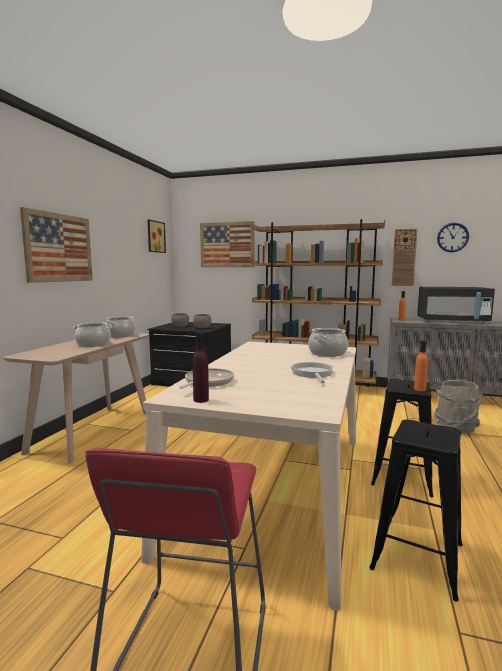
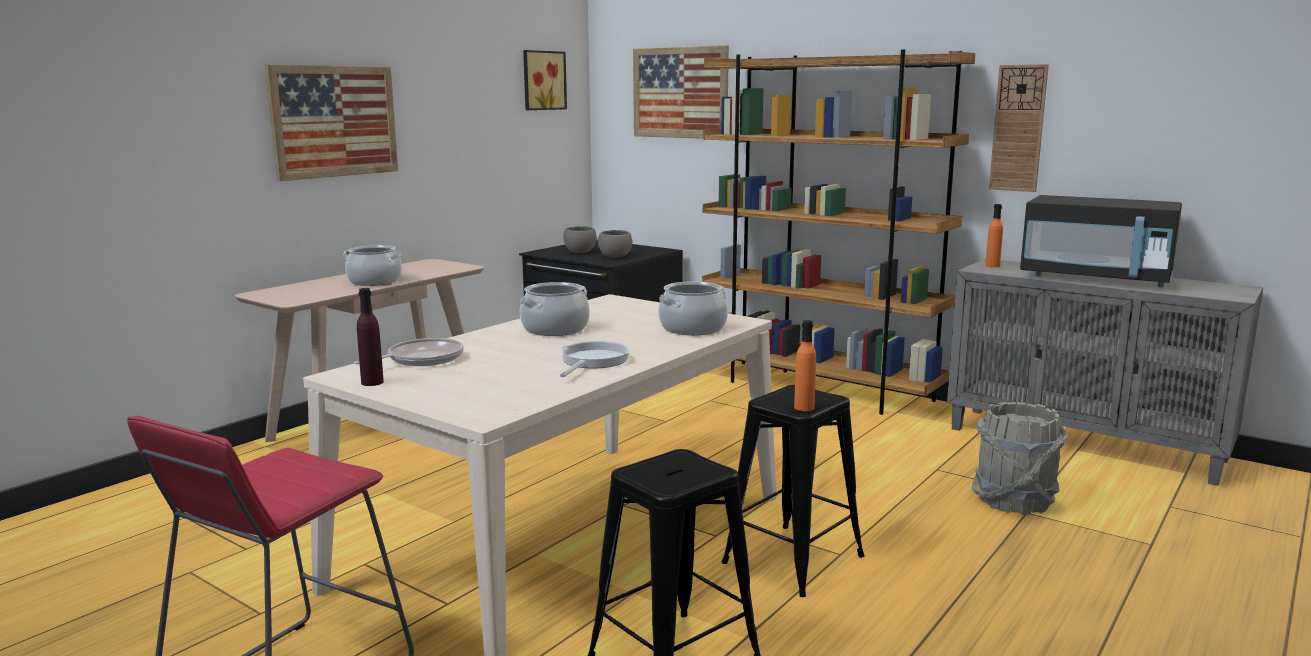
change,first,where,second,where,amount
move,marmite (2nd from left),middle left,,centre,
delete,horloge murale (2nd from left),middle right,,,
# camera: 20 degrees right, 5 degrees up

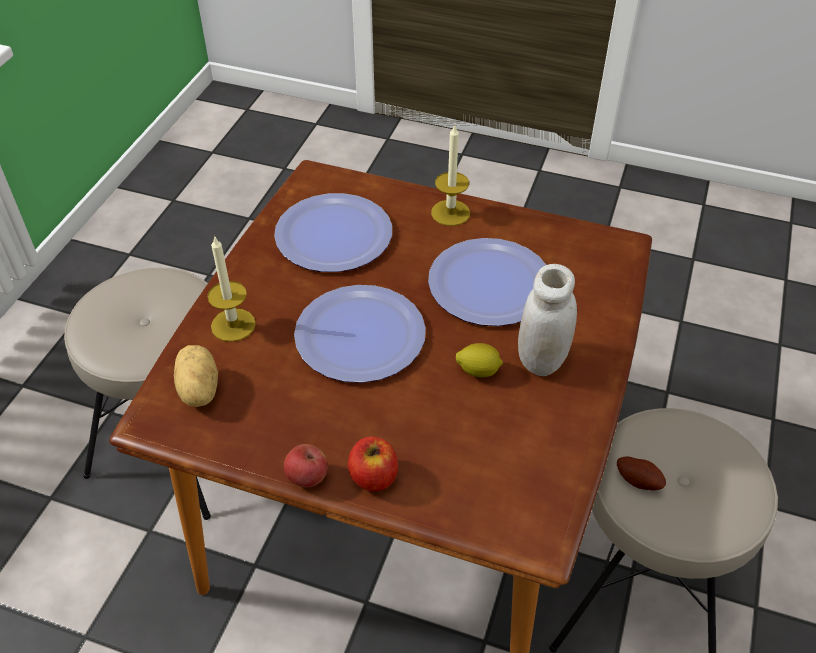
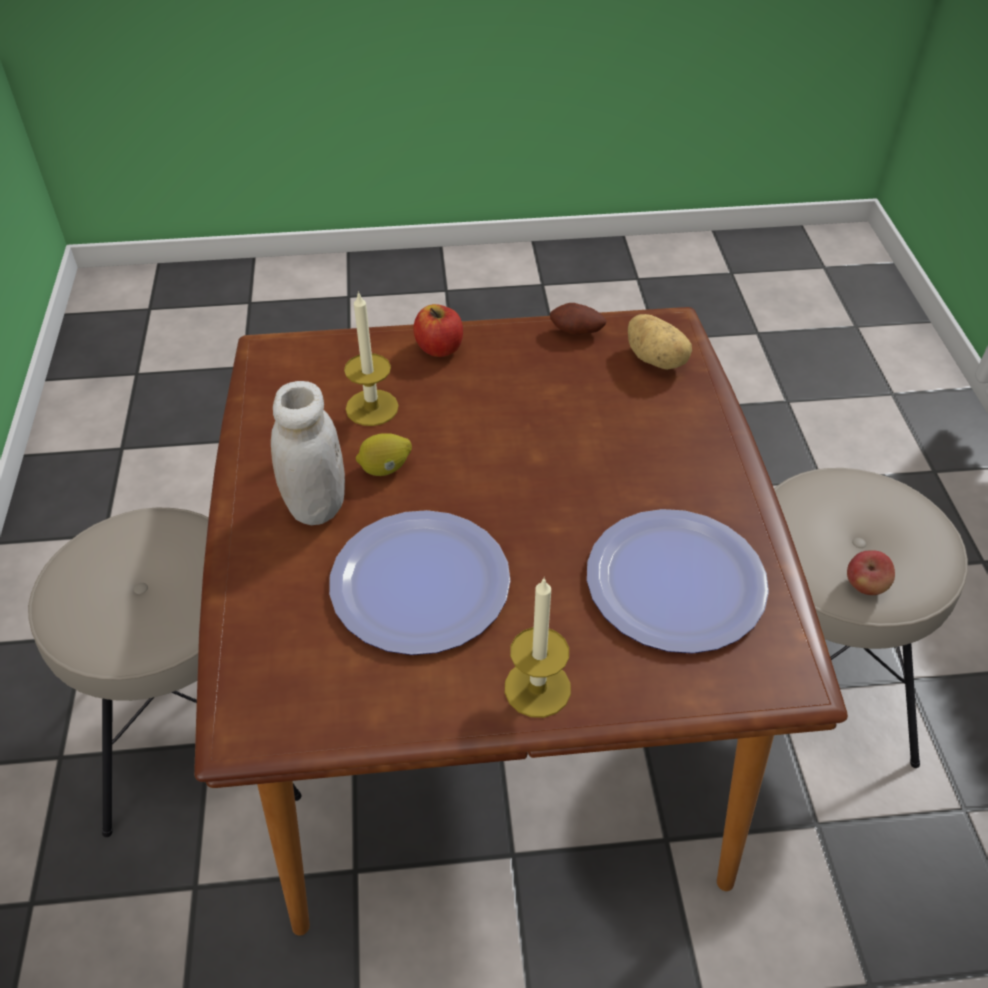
change,first,where,second,where,amount
move,bougie (1st from left),middle left,,centre,
move,pomme de terre (2nd from left in the first image),bottom right,pomme de terre (1st from left),top centre,
move,pomme (1st from left in the first image),bottom centre,pomme (2nd from left),middle right,
delete,assiette (2nd from left),centre,,,
# camera: 155 degrees right, 0 degrees up

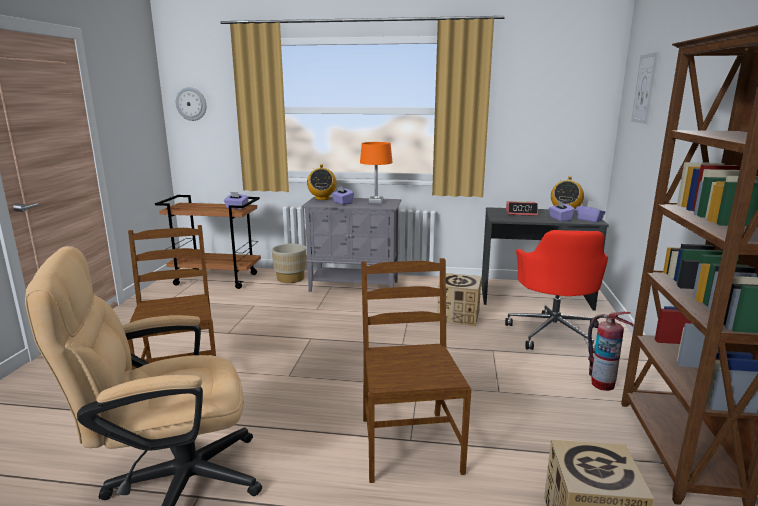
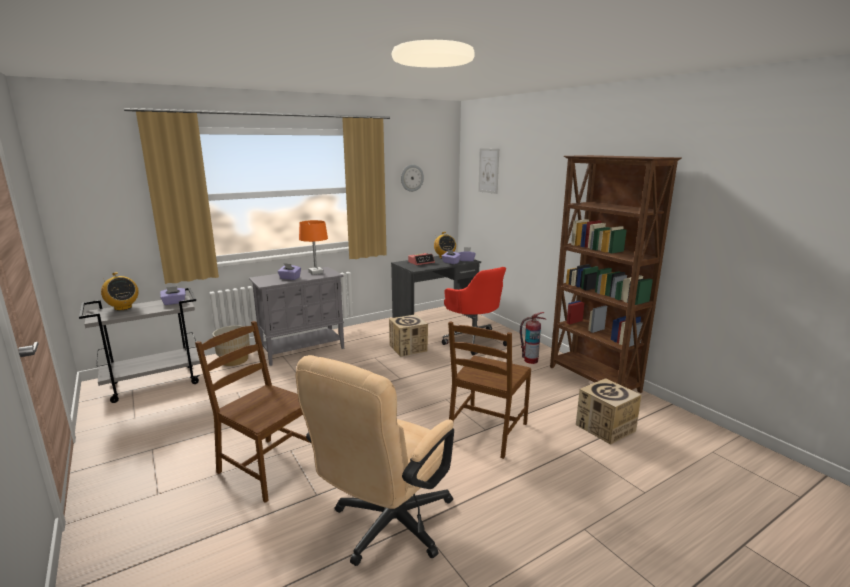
change,first,where,second,where,amount
recolor,chariot/marron,middle left,chariot/gris,middle left,
move,radio (1st from left),centre,,middle left,
move,horloge murale,top left,,top centre,
rotate,chaise/marron (2nd from left),bottom centre,,centre,105 degrees counterclockwise
# camera: 40 degrees left, 0 degrees up

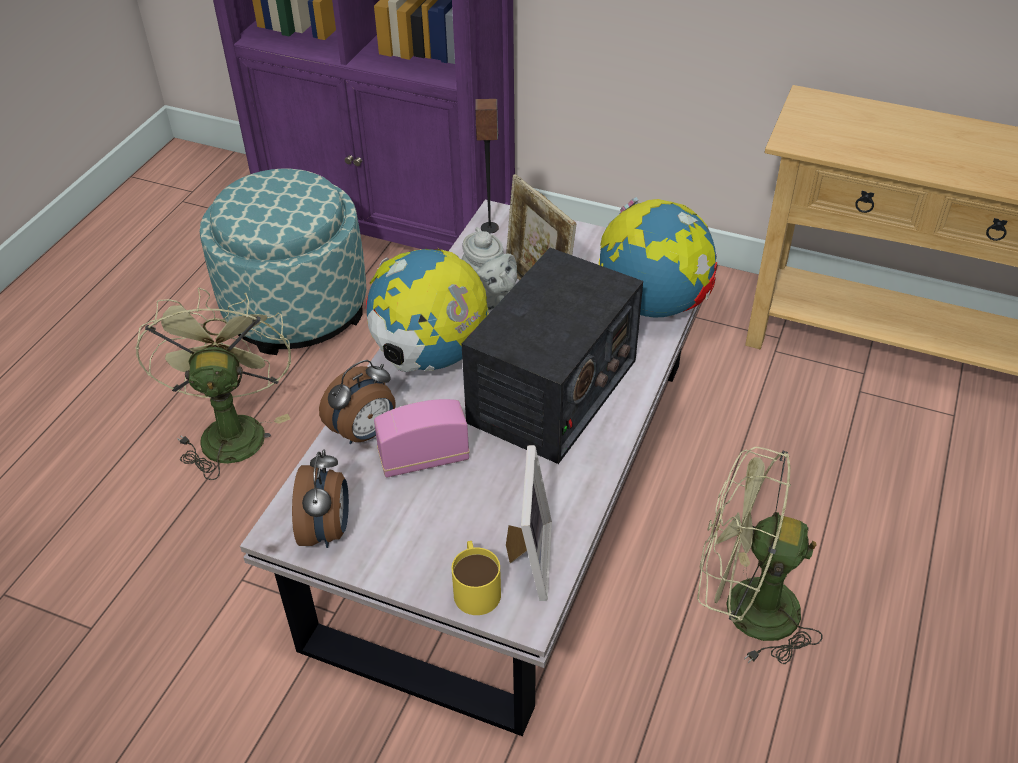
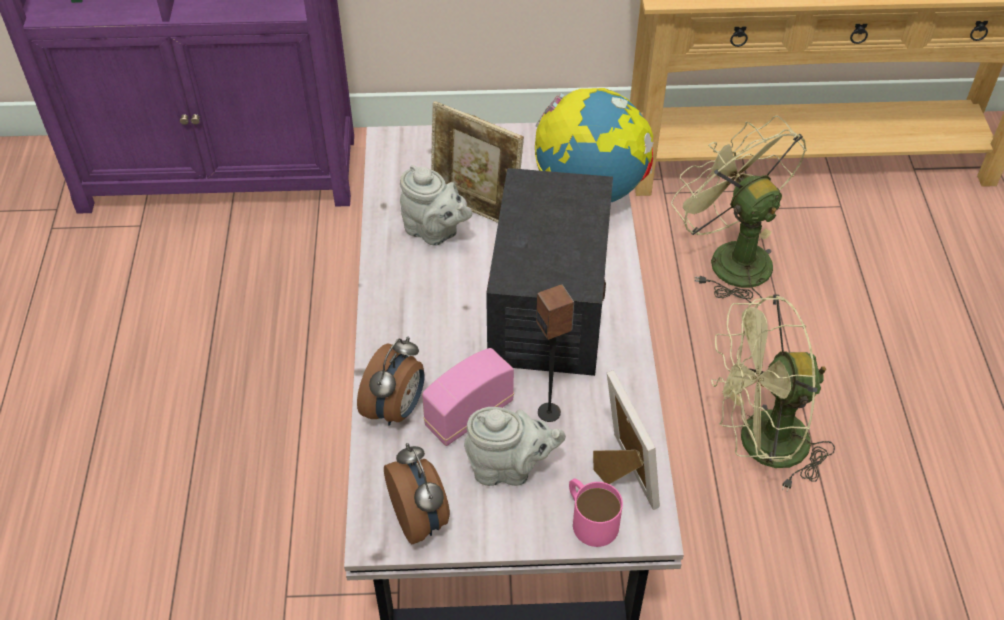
change,first,where,second,where,amount
insert,,,théière/gris (2nd from left),bottom centre,
move,enceinte,top centre,,centre,
recolor,mug/jaune,bottom centre,mug/rose,bottom centre,
move,ventilateur/vert (1st from left),middle left,,middle right,
delete,pouf,middle left,,,
delete,globe (1st from left),centre,,,
# camera: 25 degrees left, 5 degrees up

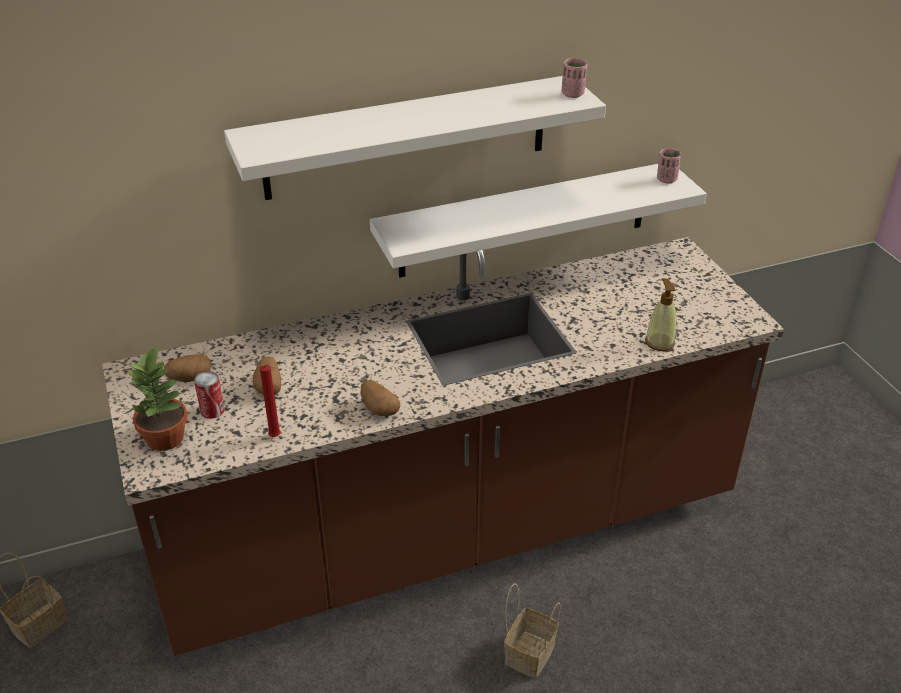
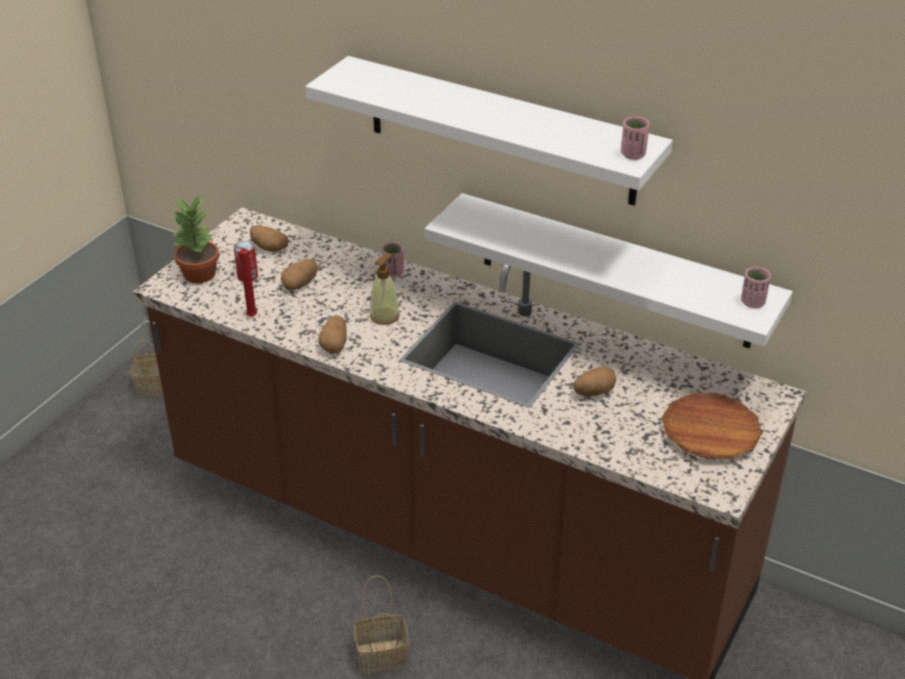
change,first,where,second,where,amount
move,distributeur de savon,middle right,,centre,
insert,,,tasse/rose (1st from left),centre,
insert,,,pomme de terre (4th from left),centre,
insert,,,assiette/marron,middle right,
# camera: 50 degrees right, 0 degrees up

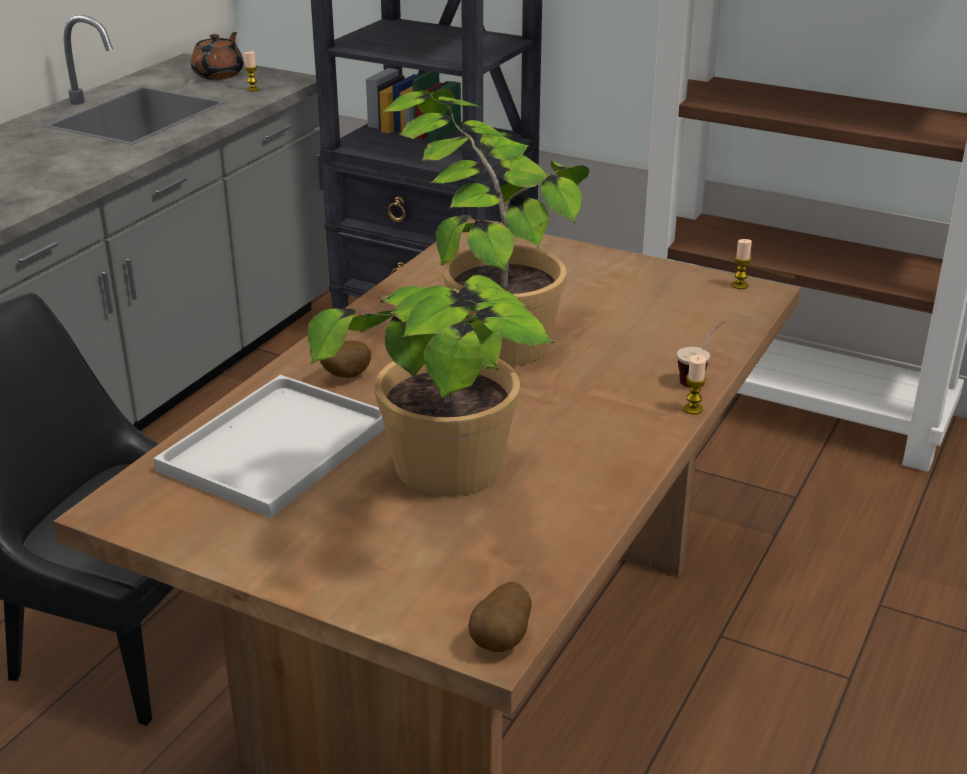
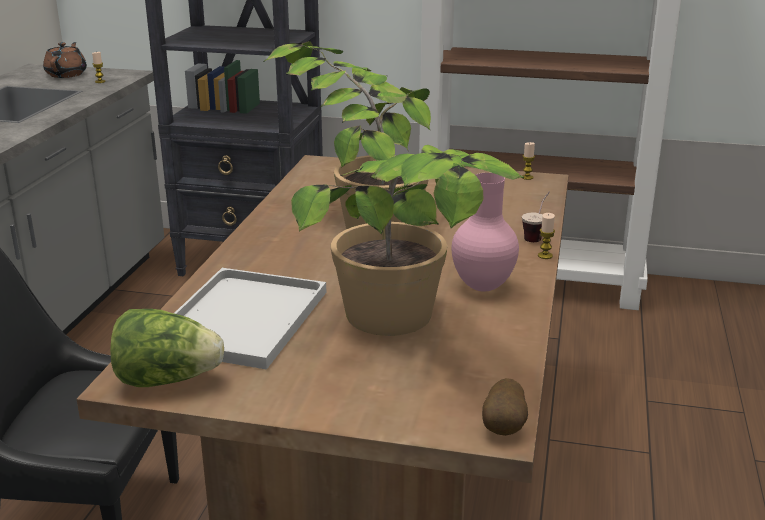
change,first,where,second,where,amount
insert,,,laitue,bottom left,
insert,,,vase/rose,centre,
delete,pomme de terre (1st from left),centre,,,
# camera: 15 degrees left, 5 degrees down

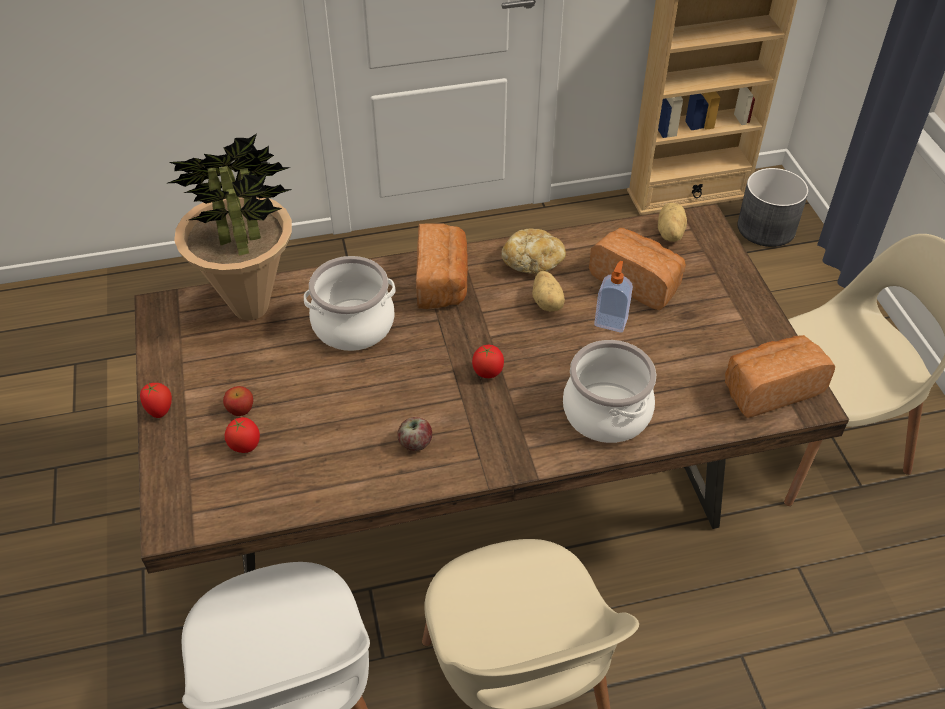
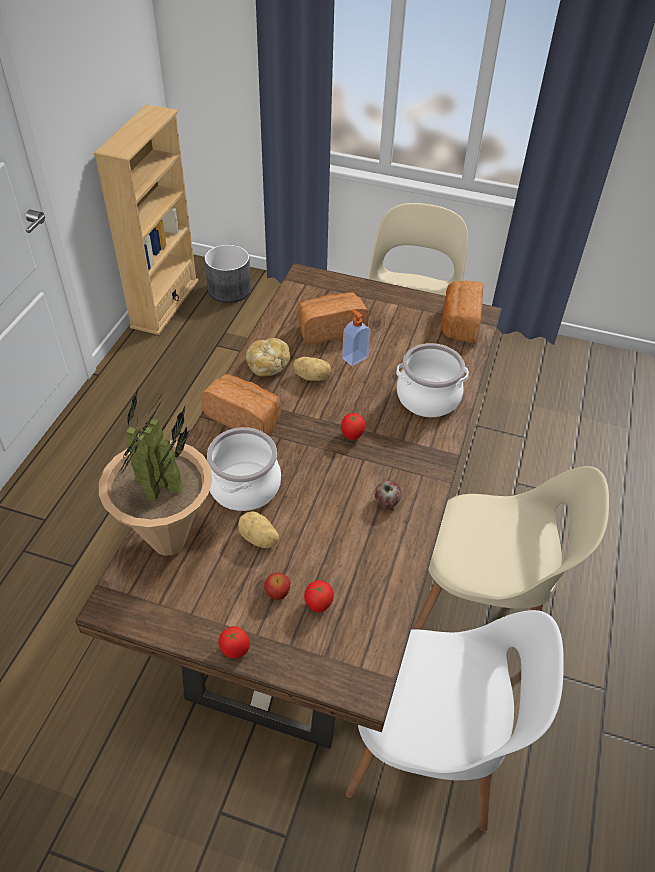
change,first,where,second,where,amount
move,pomme de terre (2nd from left in the first image),top right,pomme de terre (1st from left),centre,
# camera: 60 degrees left, 0 degrees up

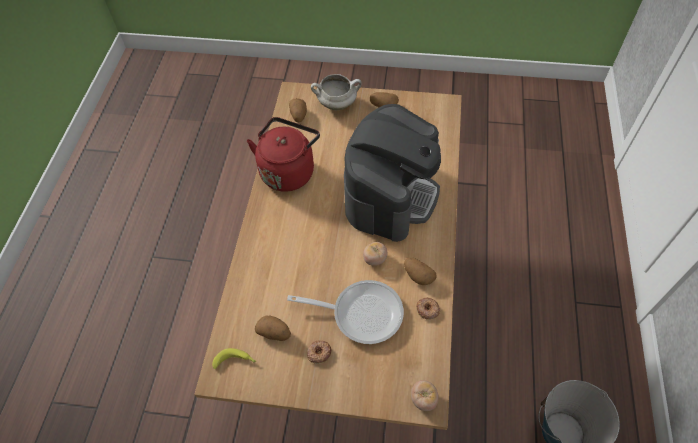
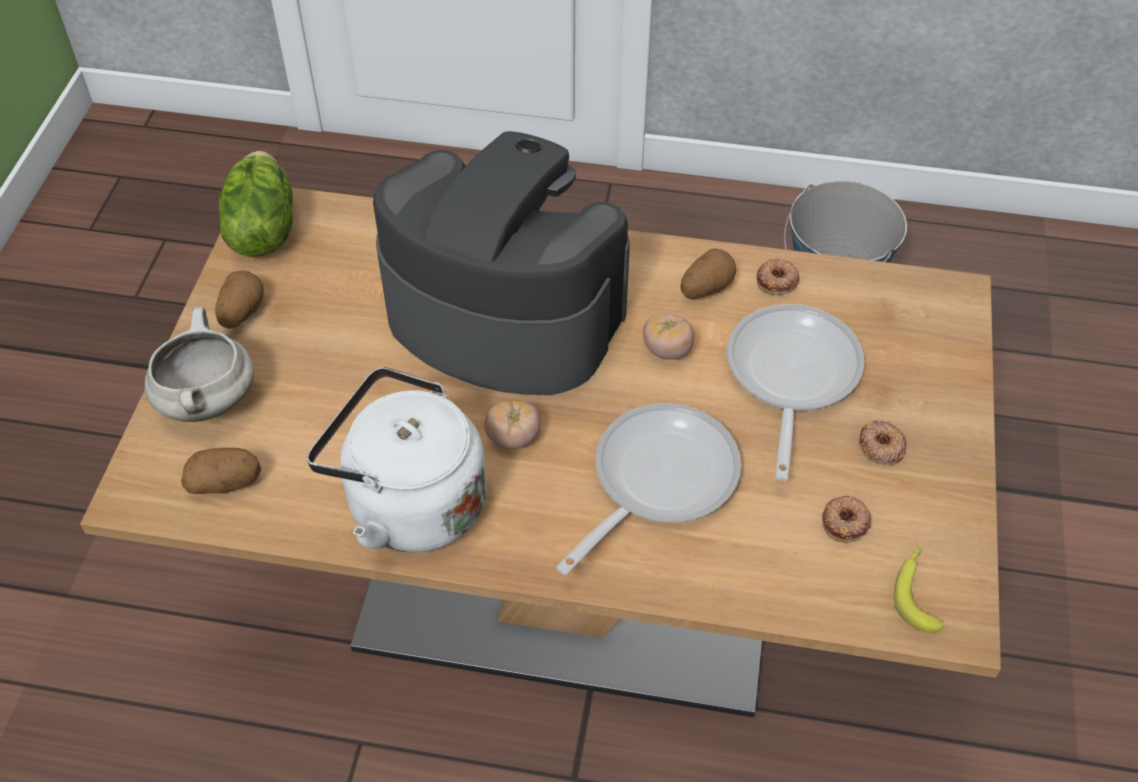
change,first,where,second,where,amount
insert,,,laitue,top left,
recolor,bouilloire/rouge,centre,bouilloire/blanc,centre,
move,tomate (2nd from left in the first image),bottom centre,tomate (1st from left),centre,
insert,,,poêle (1st from left),centre,
replace,pomme de terre (1st from left),bottom centre,beignet (2nd from left),middle right,
# camera: 90 degrees left, 5 degrees down

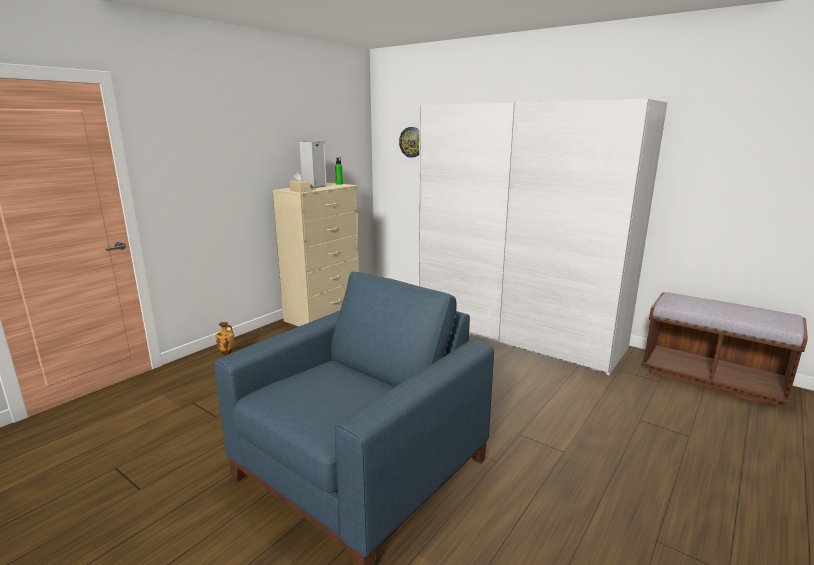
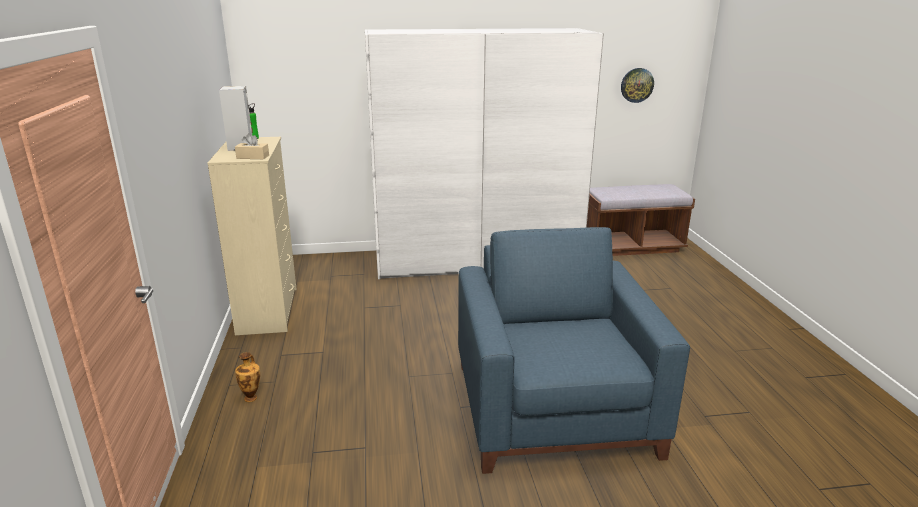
change,first,where,second,where,amount
move,horloge murale,top centre,,top right,
# camera: 45 degrees left, 5 degrees up

